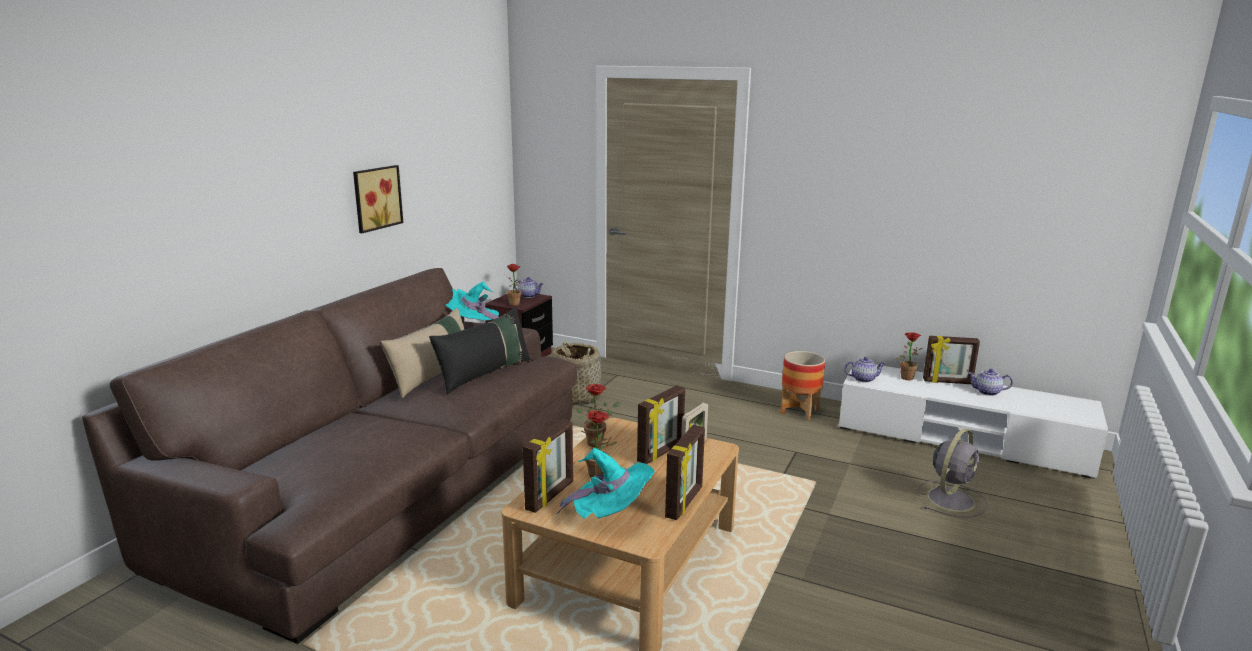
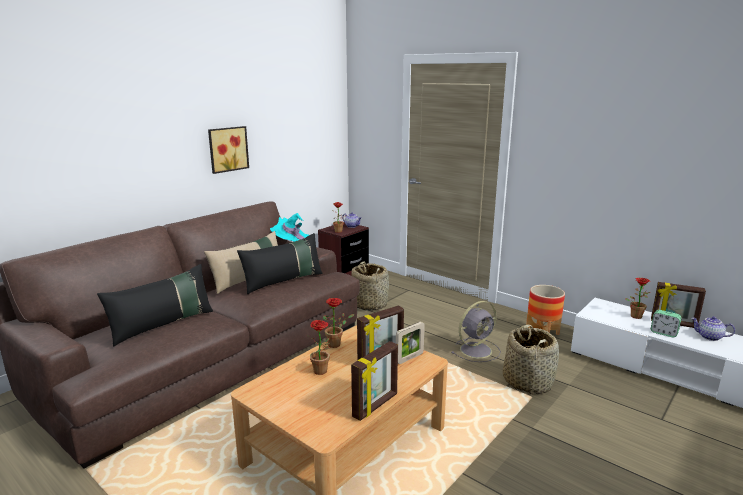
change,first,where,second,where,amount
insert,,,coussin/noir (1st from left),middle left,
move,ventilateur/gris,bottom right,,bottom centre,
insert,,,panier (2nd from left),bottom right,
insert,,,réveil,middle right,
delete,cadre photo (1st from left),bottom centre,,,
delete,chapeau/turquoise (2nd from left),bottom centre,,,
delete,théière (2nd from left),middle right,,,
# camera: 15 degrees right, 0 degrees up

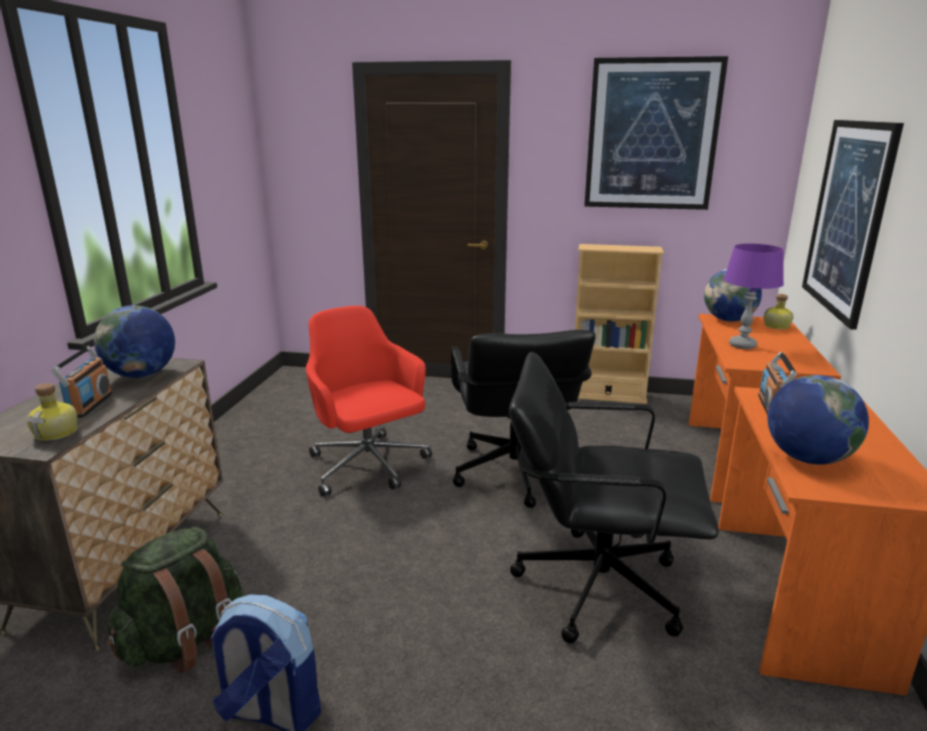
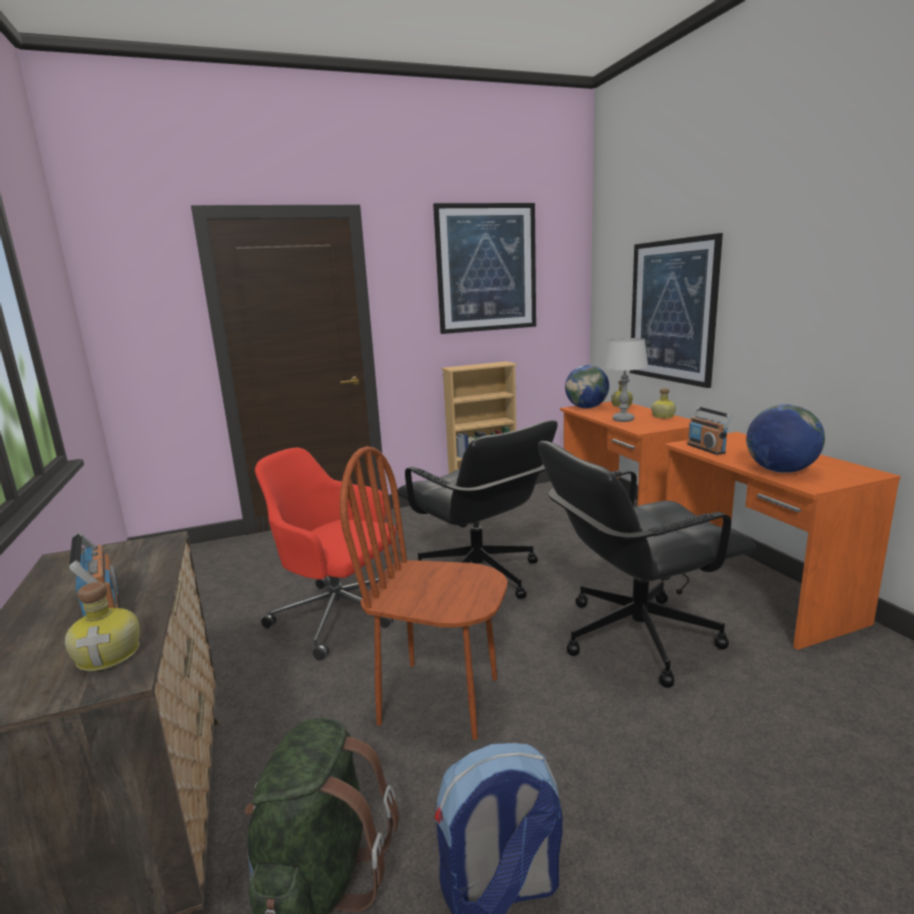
change,first,where,second,where,amount
insert,,,chaise/marron,centre,
recolor,lampe de table/violet,middle right,lampe de table/gris,middle right,
insert,,,bouteille (3rd from left),middle right,
delete,globe (1st from left),middle left,,,
# camera: 30 degrees left, 5 degrees down

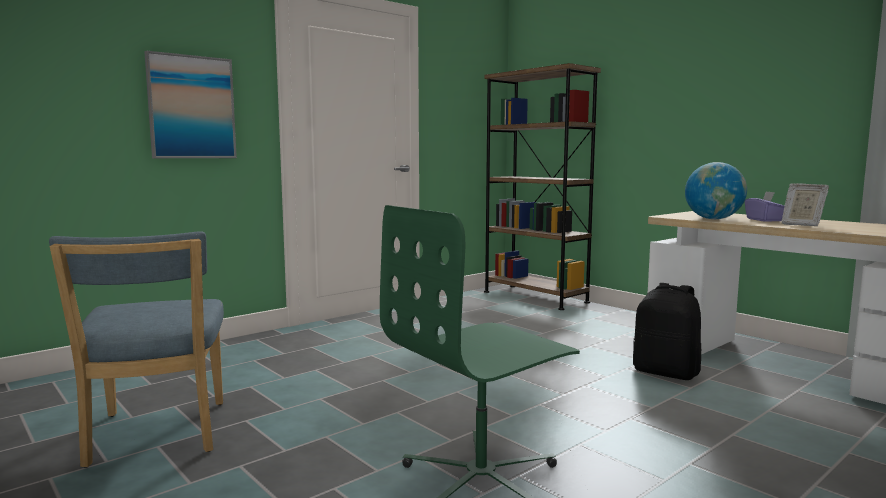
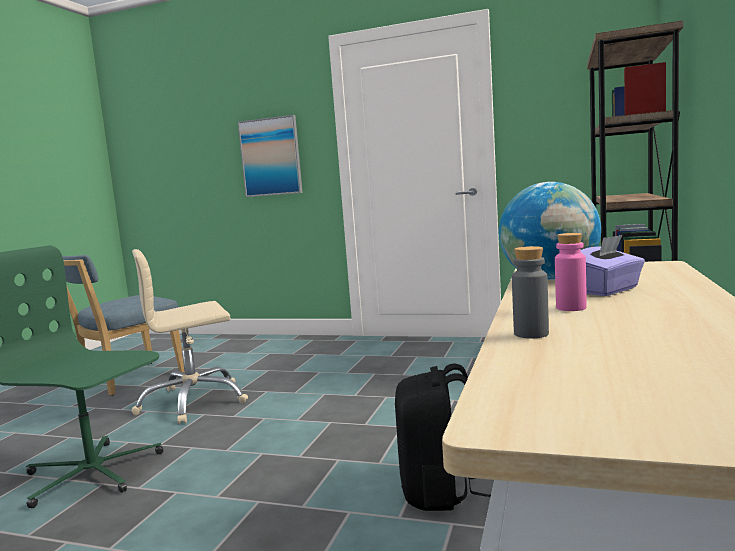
change,first,where,second,where,amount
insert,,,chaise de bureau/beige,middle left,
insert,,,bouteille/gris,middle right,
replace,cadre photo,middle right,bouteille/rose,middle right,
# camera: 60 degrees right, 0 degrees up

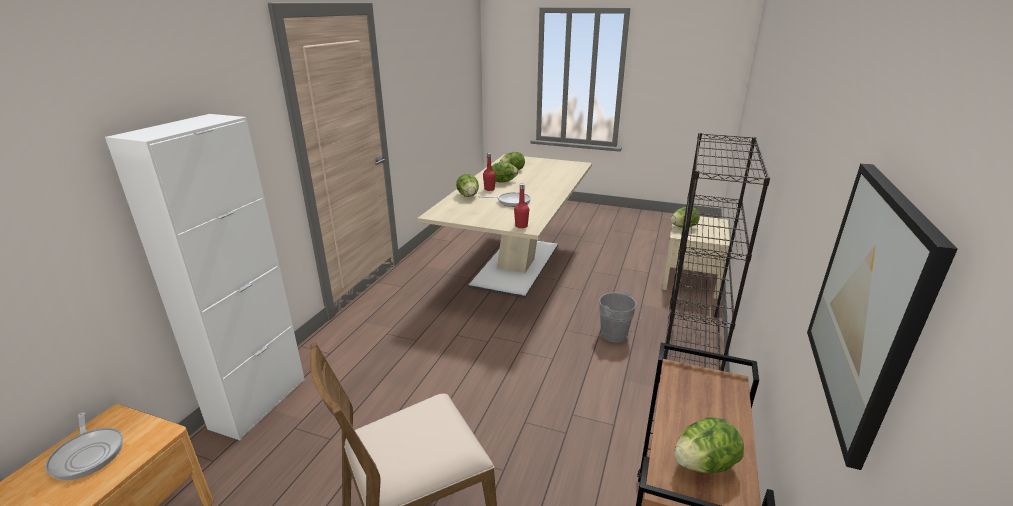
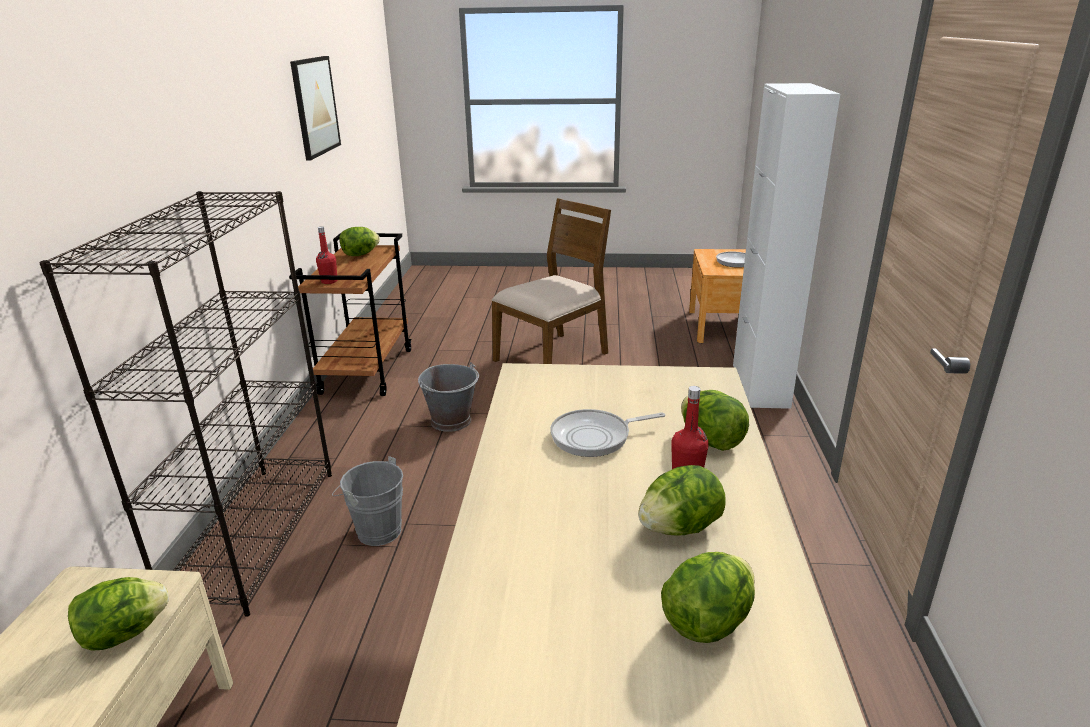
change,first,where,second,where,amount
move,bouteille/rouge (2nd from left in the first image),centre,bouteille/rouge (1st from left),middle left,
insert,,,seau/gris (2nd from left),centre,
# camera: 165 degrees right, 0 degrees up

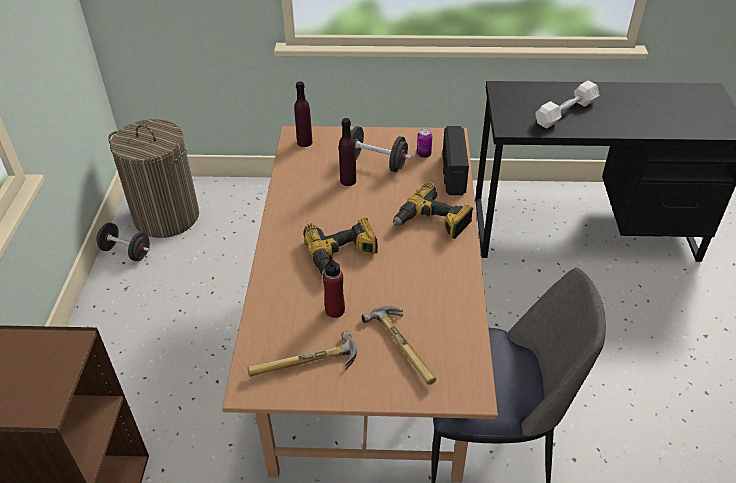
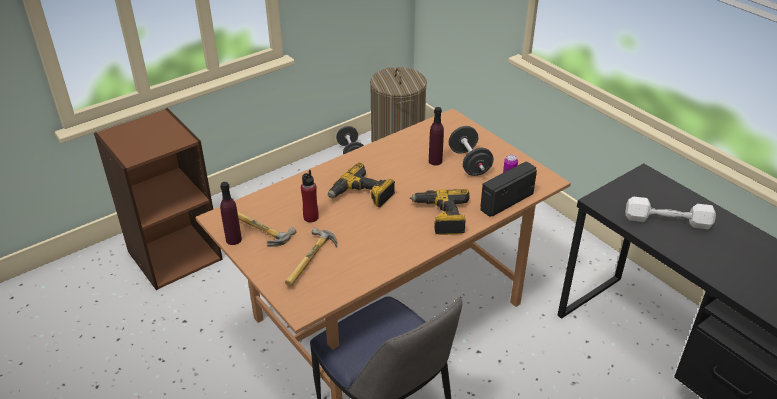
change,first,where,second,where,amount
move,bouteille/violet (1st from left),top centre,,middle left,
# camera: 50 degrees right, 5 degrees down

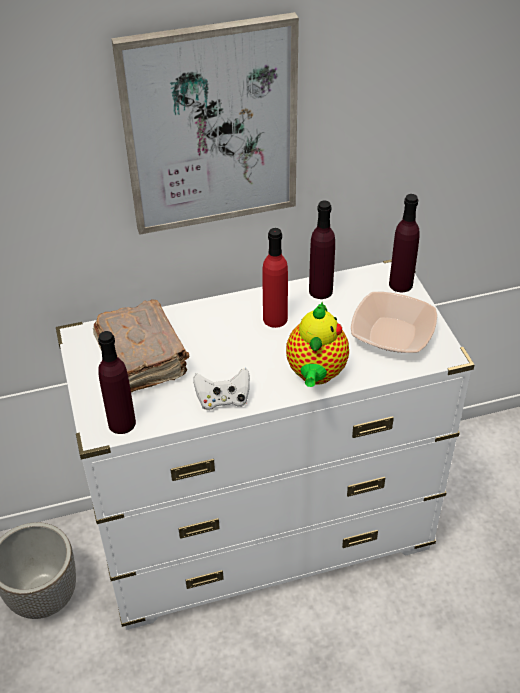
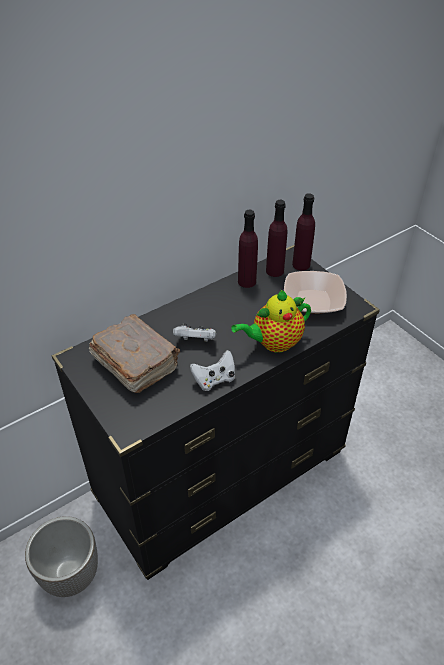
change,first,where,second,where,amount
recolor,commode/blanc,centre,commode/noir,centre,
insert,,,manette/blanc (1st from left),centre,
rotate,théière,centre,,centre,75 degrees clockwise
move,bouteille/violet (1st from left in the first image),middle left,bouteille/violet (2nd from left),centre,
delete,tableau,top centre,,,
delete,bouteille/rouge,centre,,,
# camera: 20 degrees left, 0 degrees up

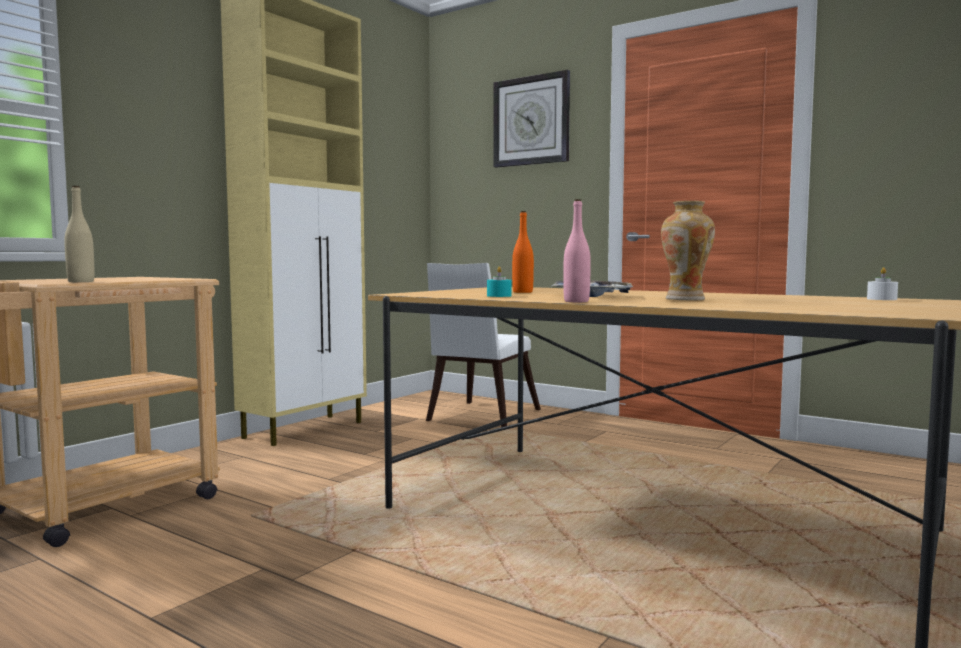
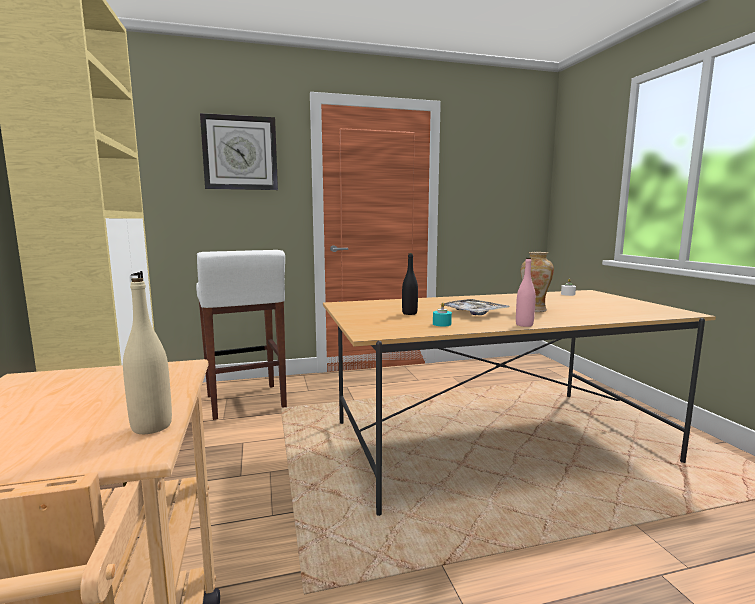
change,first,where,second,where,amount
replace,chaise/blanc,centre,tabouret/blanc,middle left,
recolor,bouteille/orange,centre,bouteille/noir,centre,
# camera: 50 degrees left, 5 degrees up

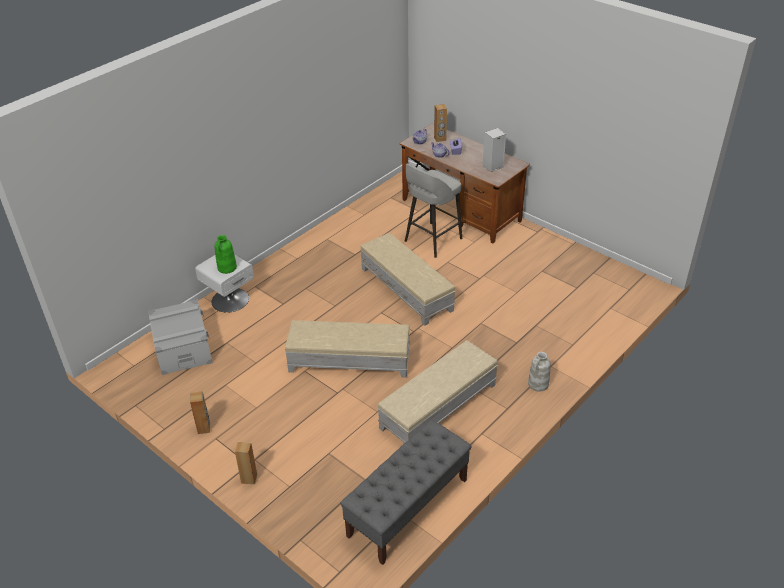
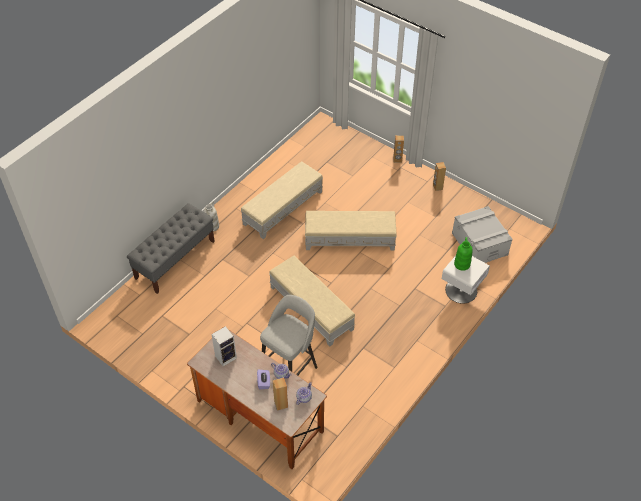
change,first,where,second,where,amount
move,banc/gris,bottom centre,,middle left,
# camera: 175 degrees right, 10 degrees up

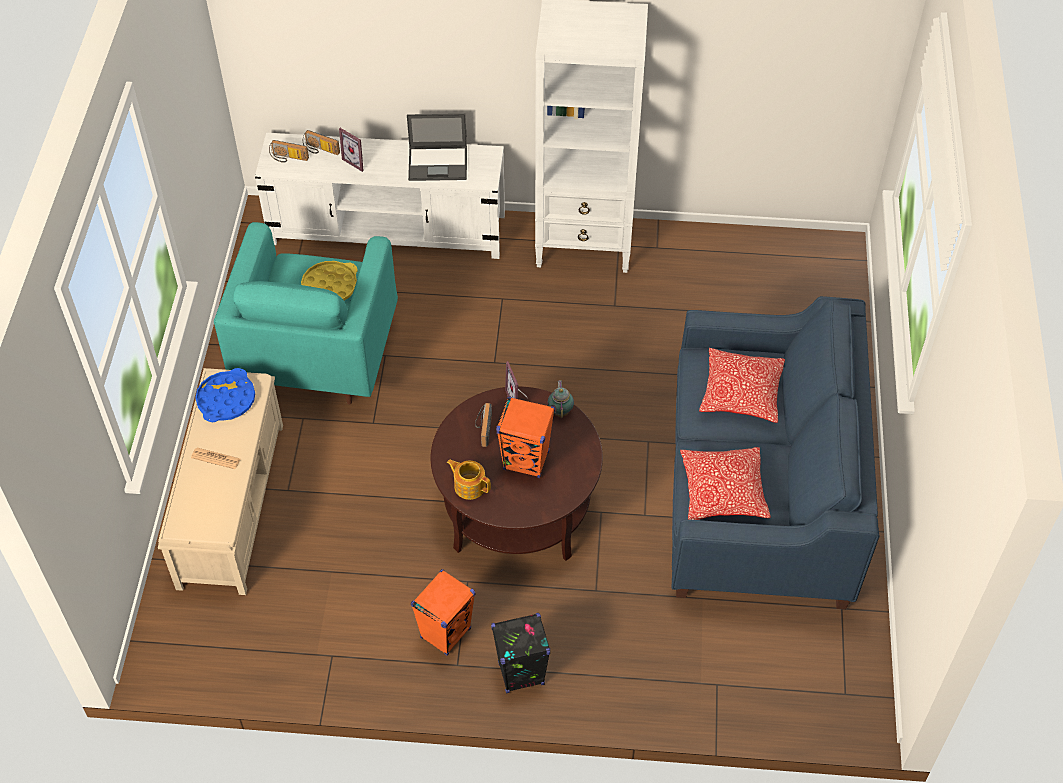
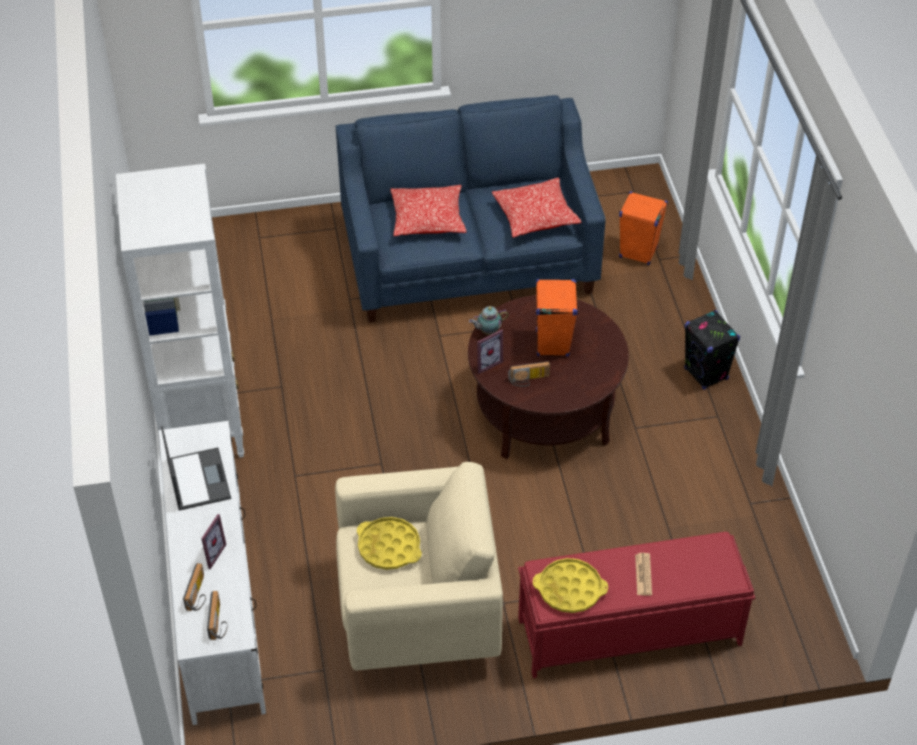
change,first,where,second,where,amount
recolor,fauteuil/turquoise,middle left,fauteuil/beige,bottom centre,
recolor,banc/beige,middle left,banc/rouge,bottom right,
recolor,plateau/bleu,middle left,plateau/jaune (2nd from left),bottom centre,
move,enceinte/orange (1st from left in the first image),bottom centre,enceinte/orange (2nd from left),top right,
delete,théière (1st from left),centre,,,
# camera: 105 degrees left, 5 degrees down

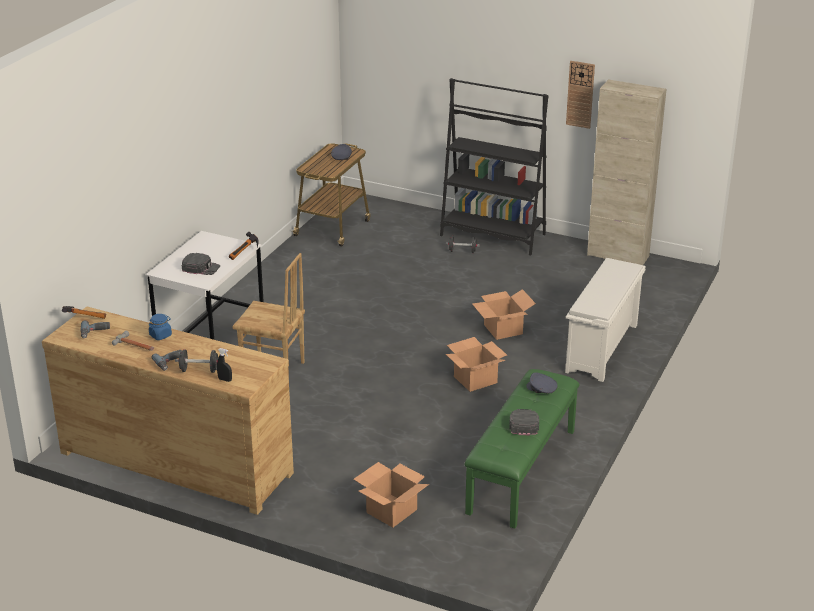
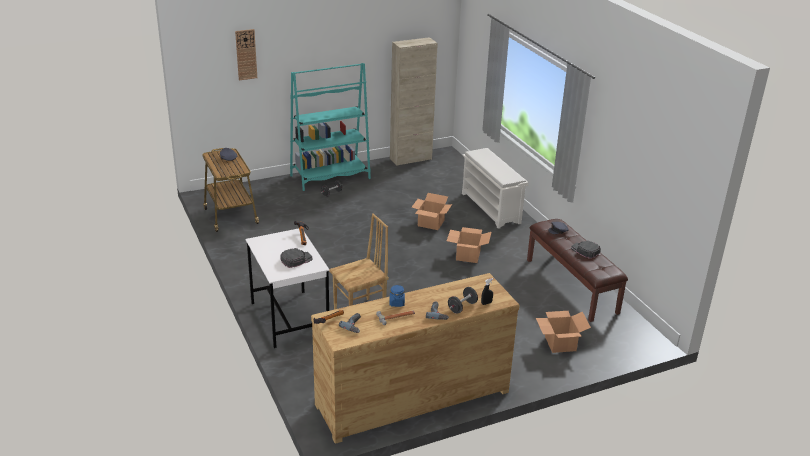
change,first,where,second,where,amount
move,horloge murale,top right,,top left,
recolor,bibliothèque/noir,top centre,bibliothèque/turquoise,top centre,
recolor,banc/vert,bottom centre,banc/marron,middle right,
# camera: 50 degrees left, 0 degrees up

